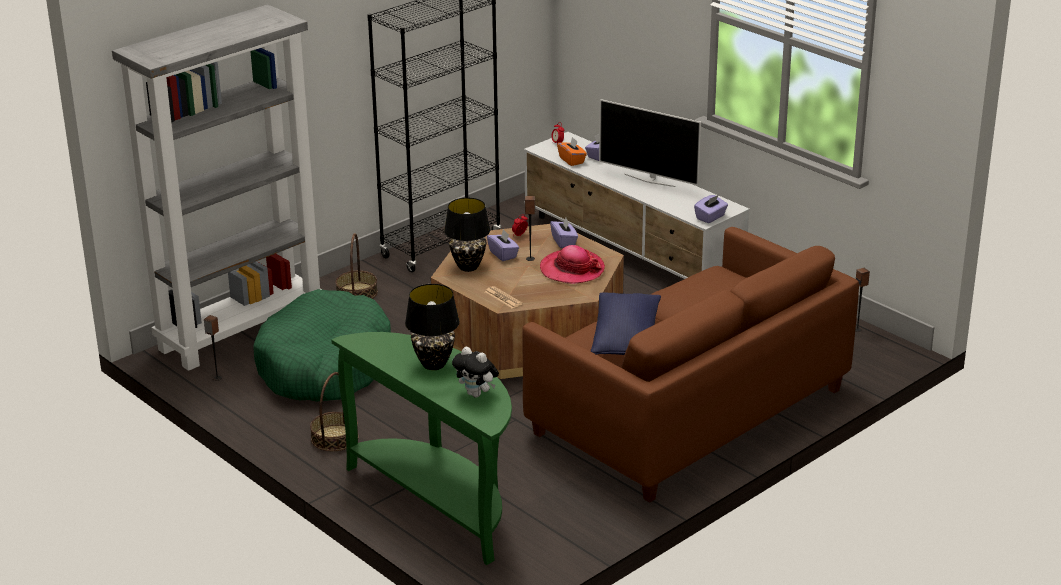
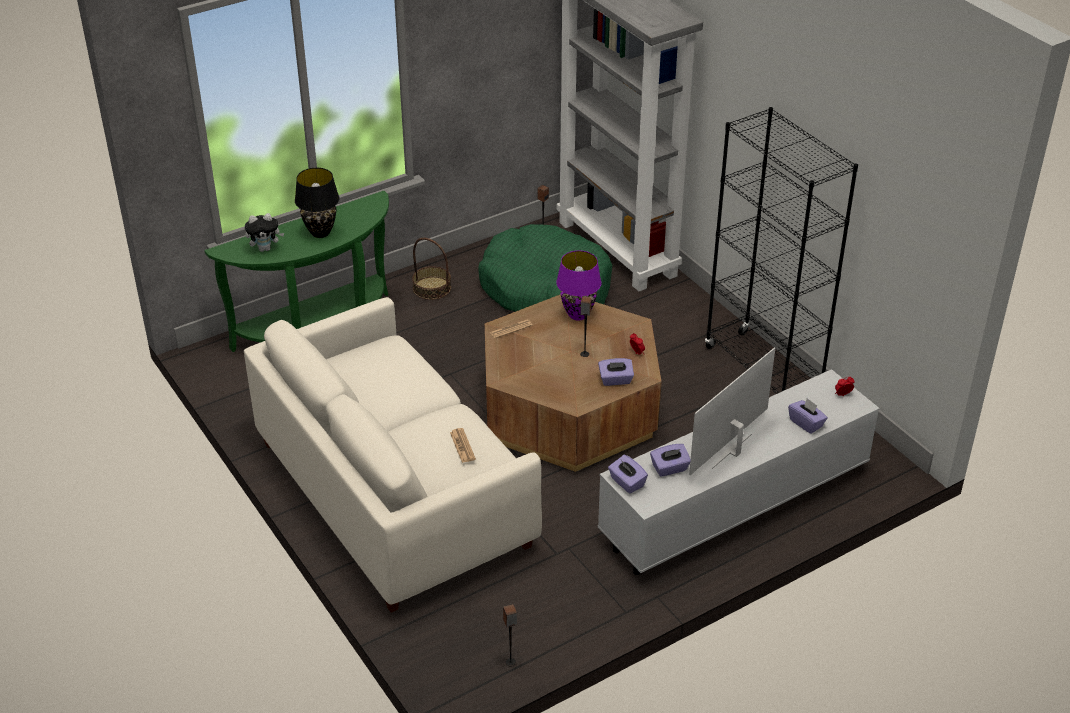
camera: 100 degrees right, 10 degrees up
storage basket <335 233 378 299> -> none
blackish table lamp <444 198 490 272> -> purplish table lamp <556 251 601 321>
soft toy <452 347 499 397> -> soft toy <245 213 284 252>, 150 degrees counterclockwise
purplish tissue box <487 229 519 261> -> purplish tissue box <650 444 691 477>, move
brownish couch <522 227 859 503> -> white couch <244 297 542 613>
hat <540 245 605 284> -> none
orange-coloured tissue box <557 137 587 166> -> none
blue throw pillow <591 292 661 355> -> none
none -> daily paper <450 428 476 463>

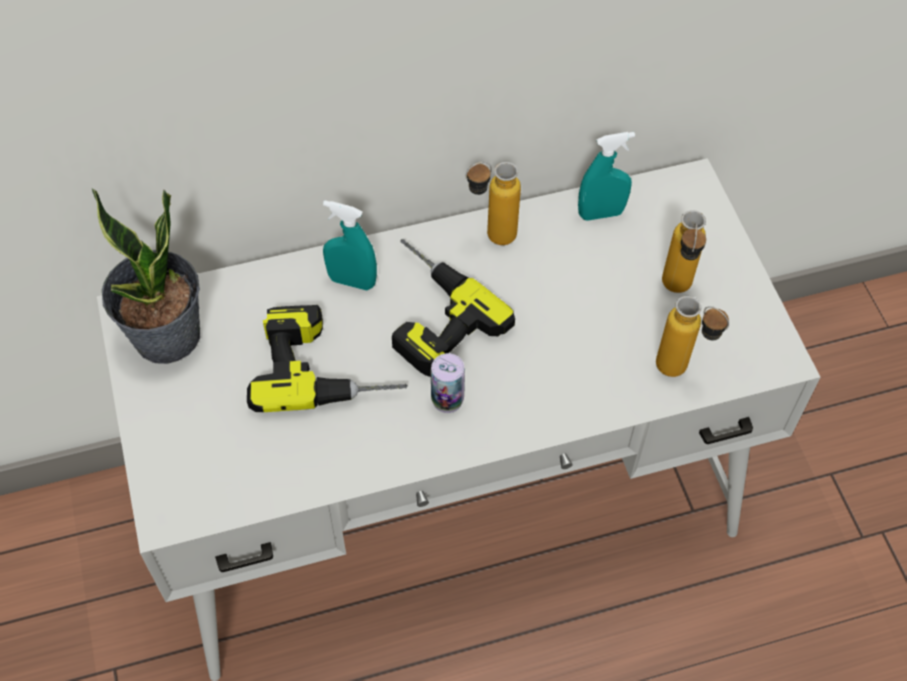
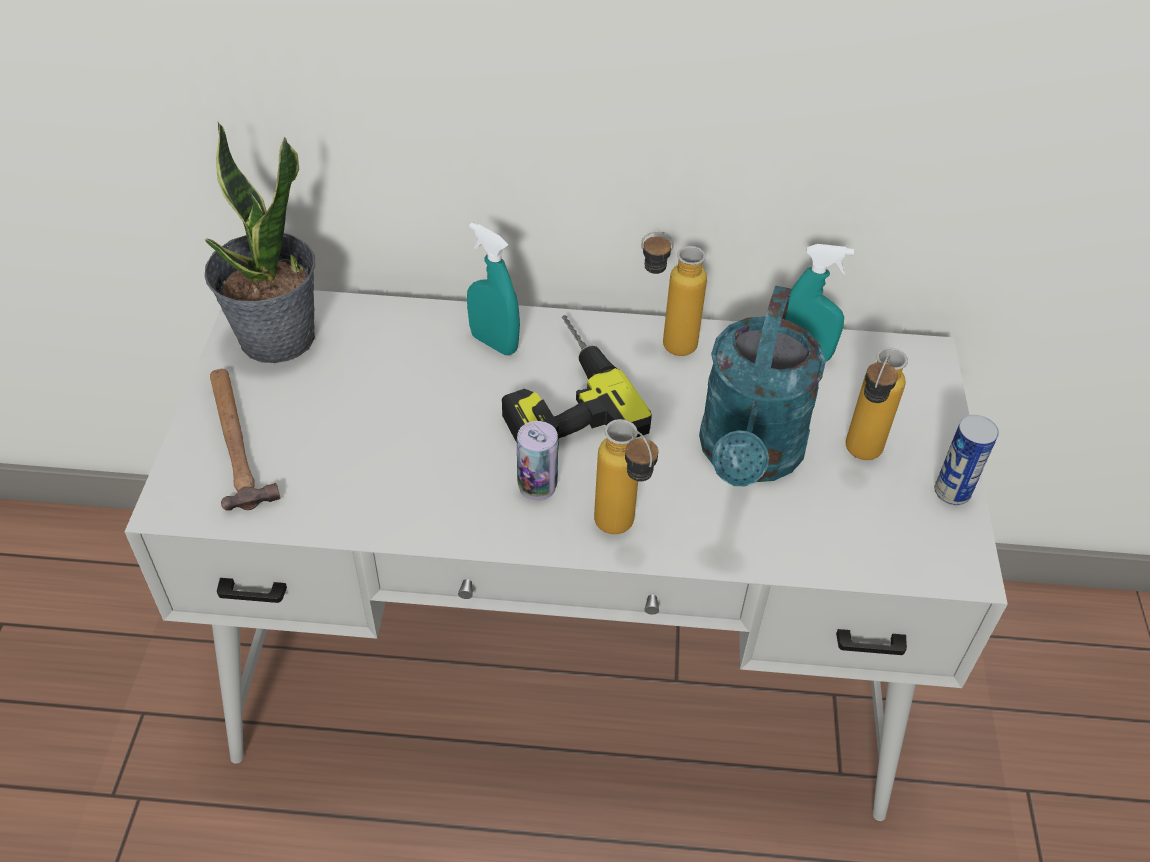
camera: 20 degrees right, 10 degrees down
electric drill <247 305 408 412> -> none
bottle <656 296 729 377> -> bottle <594 419 658 534>, move
none -> hammer <210 369 281 511>
none -> turquoise-coloured sprinkling can <699 286 825 486>
none -> metal can <934 415 999 505>

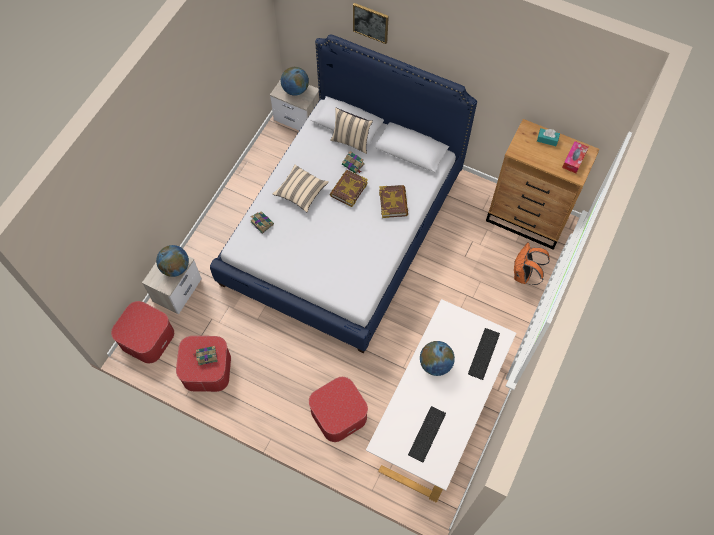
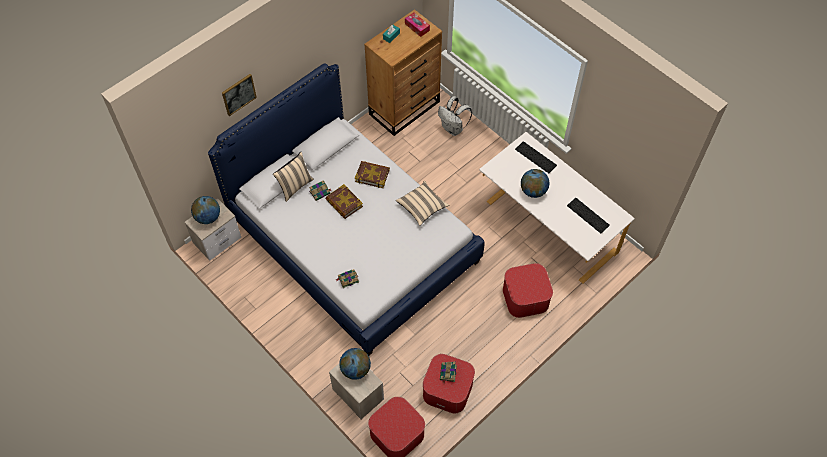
camera: 70 degrees left, 5 degrees down
beige-coloured throw pillow <272 165 329 212> -> beige-coloured throw pillow <396 181 449 226>, move
orange-coloured rucksack <514 243 550 285> -> white rucksack <438 96 472 136>

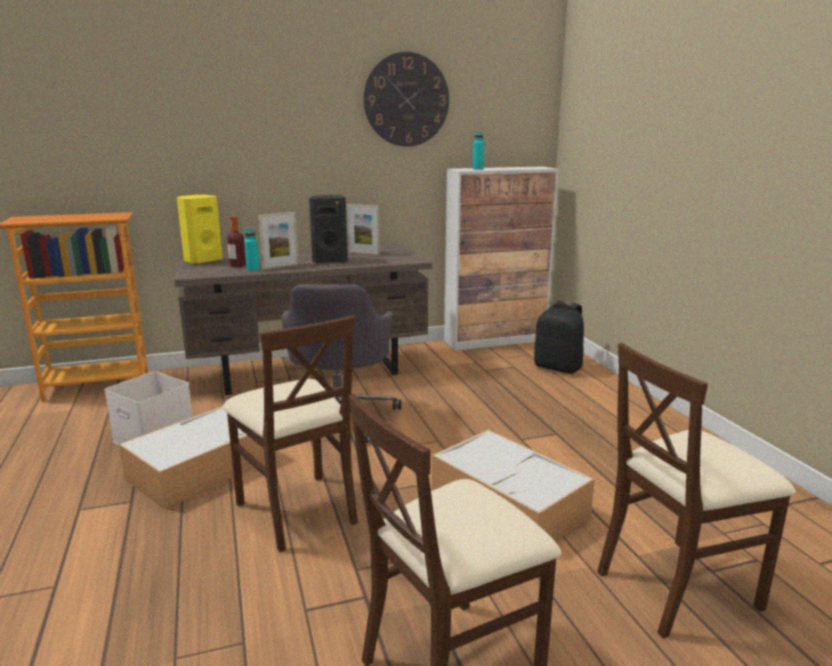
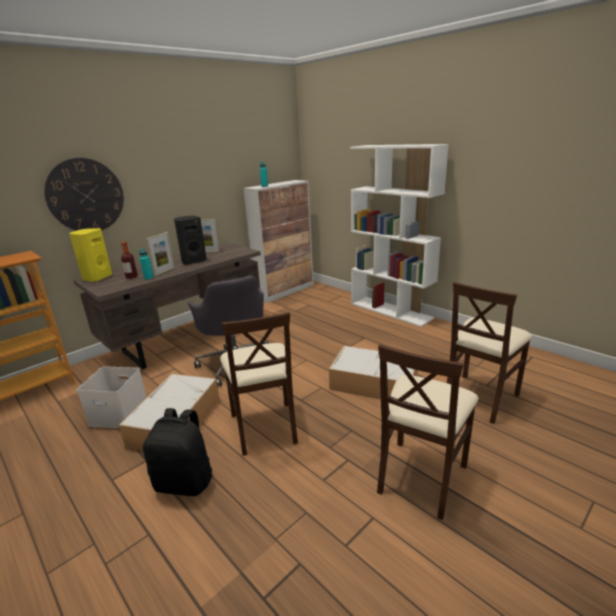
camera: 25 degrees left, 5 degrees up
beige-coloured chair <223 315 358 552> -> beige-coloured chair <220 312 298 456>, 45 degrees clockwise
clock on the wall <363 52 449 147> -> clock on the wall <44 158 124 231>, move
blackish rucksack <534 301 584 374> -> blackish rucksack <143 408 212 496>, move
none -> white bookshelf <350 144 449 327>

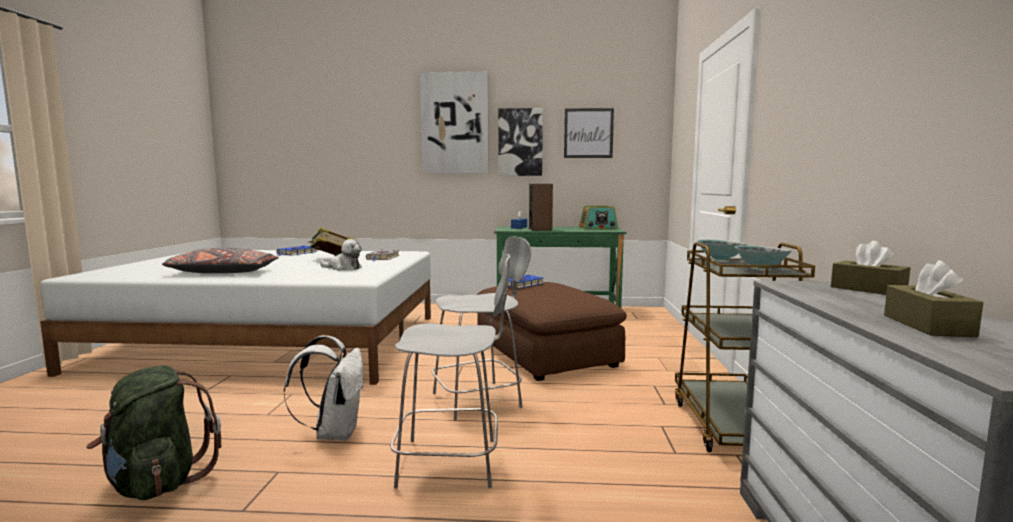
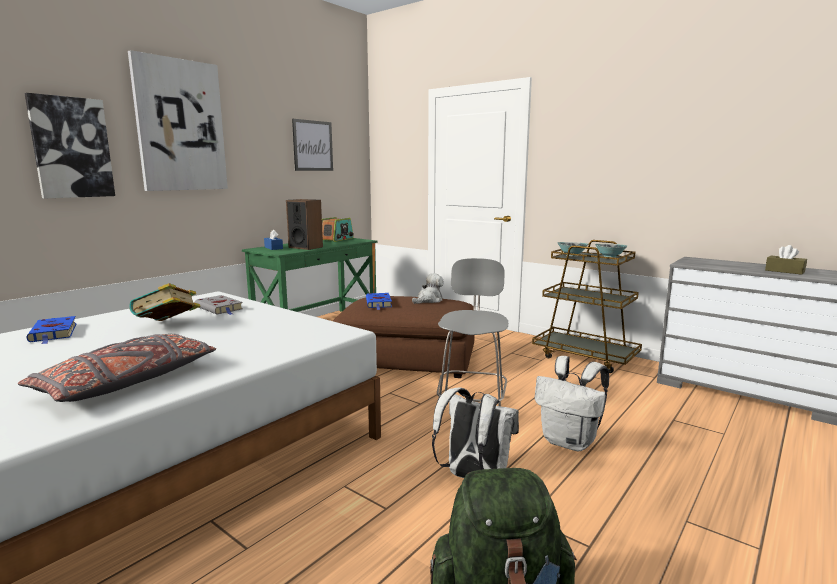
camera: 55 degrees left, 5 degrees up
soft toy <320 239 362 271> -> soft toy <412 273 444 304>, move
grey chair <390 254 510 489> -> white rucksack <534 356 609 451>
wall art <498 108 543 176> -> wall art <25 93 115 199>, move
brownish tissue box <831 241 910 295> -> none

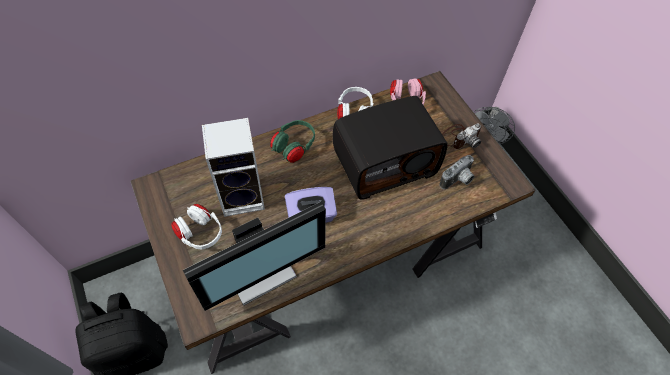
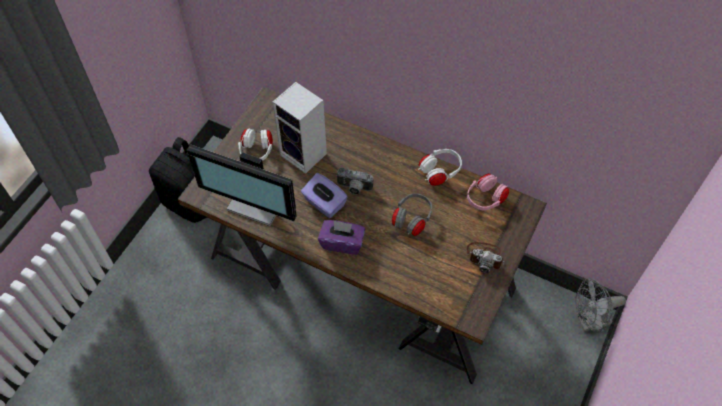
camera: 55 degrees right, 0 degrees up
green headphones <270 120 315 163> -> none
radio set <332 96 448 200> -> grey headphones <392 193 432 236>
still camera <439 155 475 189> -> still camera <336 168 373 195>, move
none -> purplish tissue box <318 220 365 255>

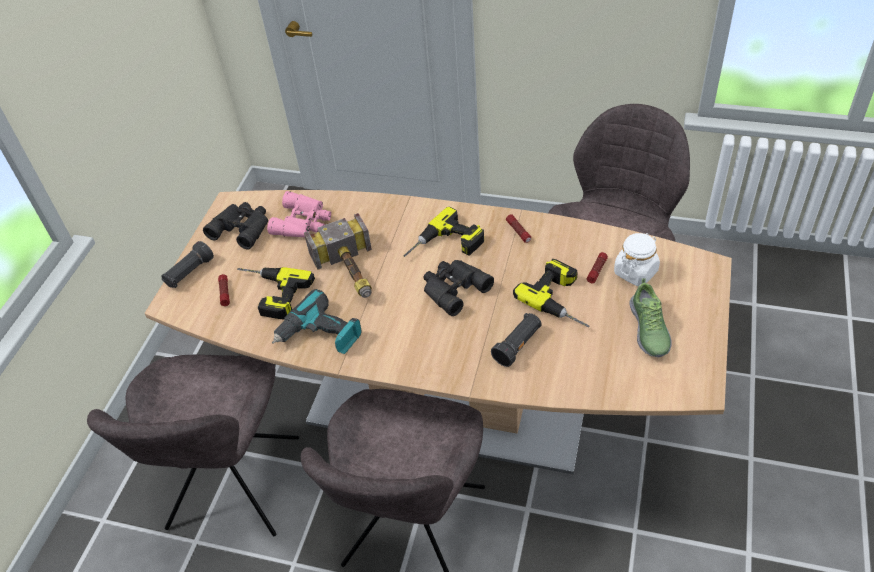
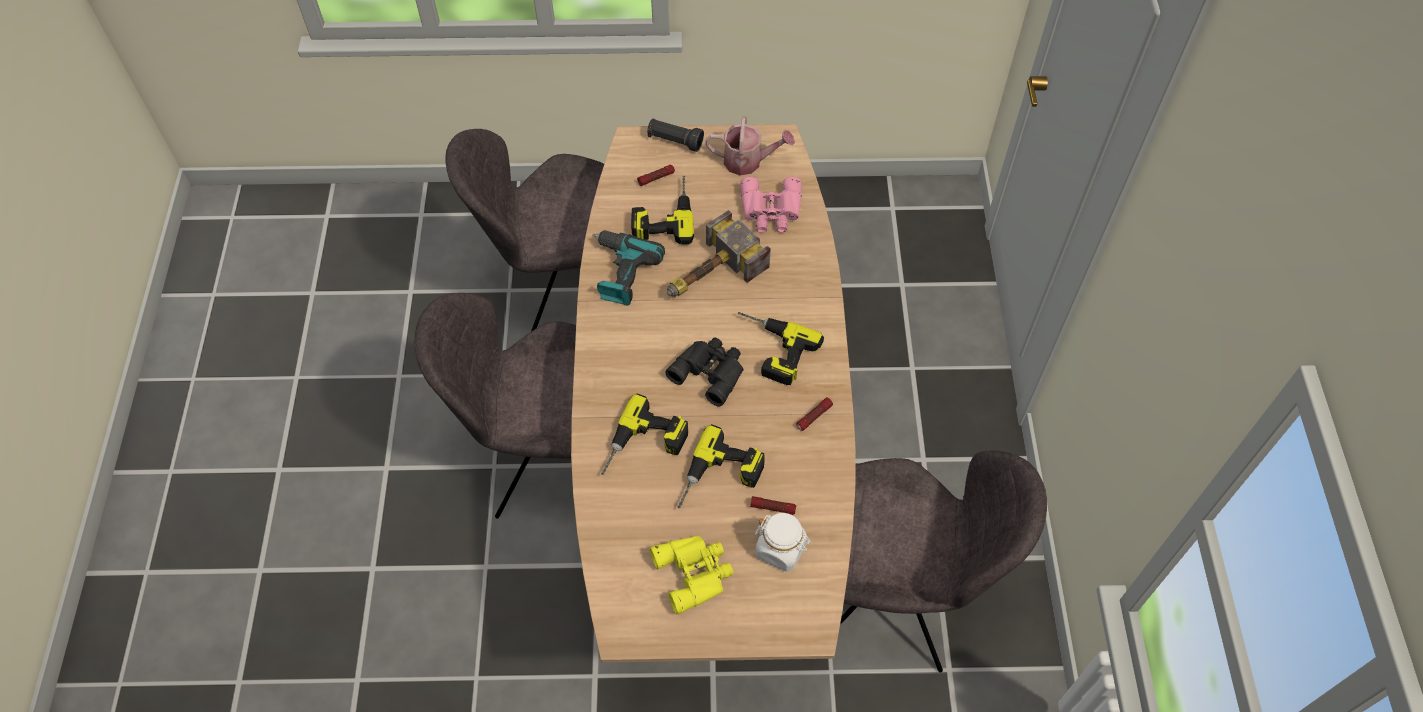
camera: 70 degrees right, 10 degrees up
blackish field glasses <203 202 268 250> -> sprinkling can <705 116 795 176>
blackish flashlight <491 313 542 367> -> electric drill <601 393 688 475>
low shoe <629 278 671 357> -> yellow field glasses <650 535 733 614>

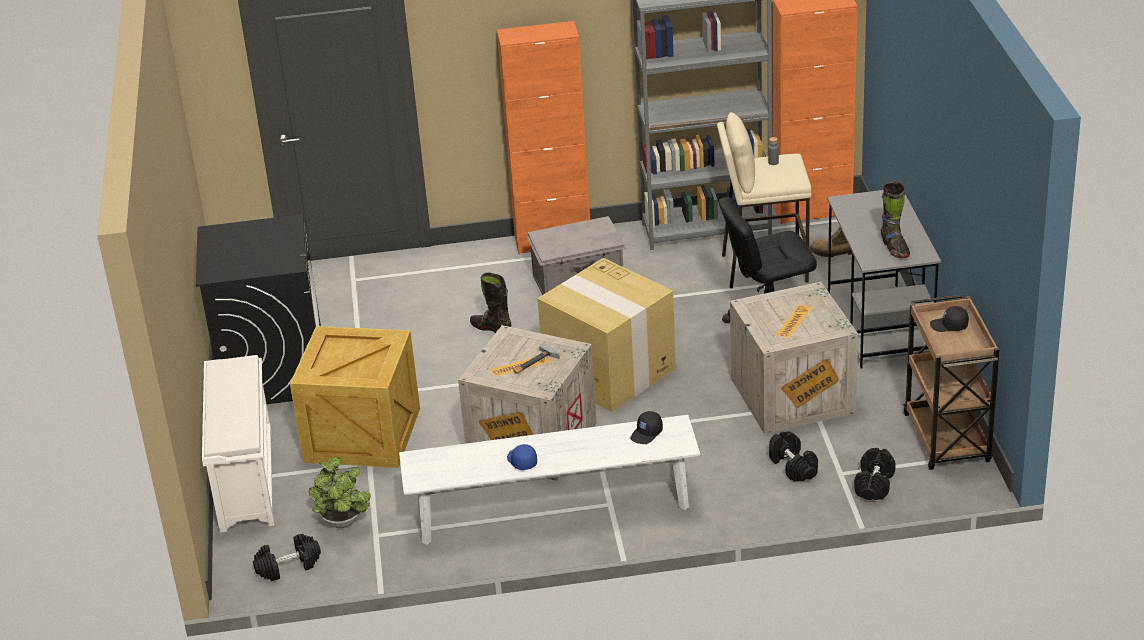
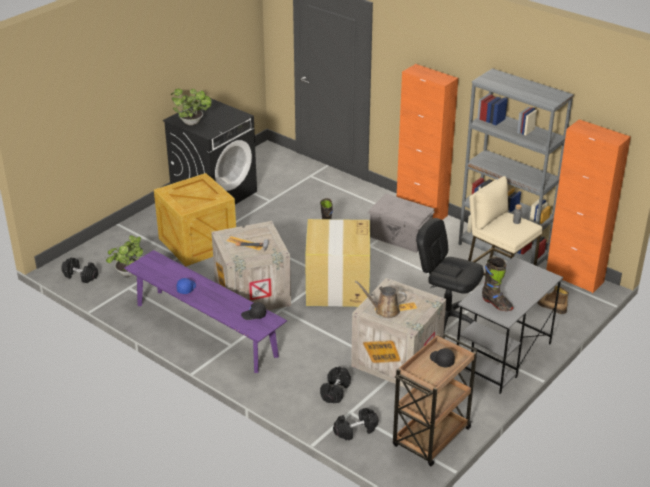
camera: 45 degrees right, 0 degrees up
white shoe shelf <202 355 274 533> -> none
white long seat <399 415 700 545> -> purplish long seat <124 250 287 373>
blackish boot <881 182 910 258> -> blackish boot <482 257 514 311>, 75 degrees counterclockwise
none -> plant in a pot <171 89 212 125>
none -> brownish sprinkling can <355 281 407 318>

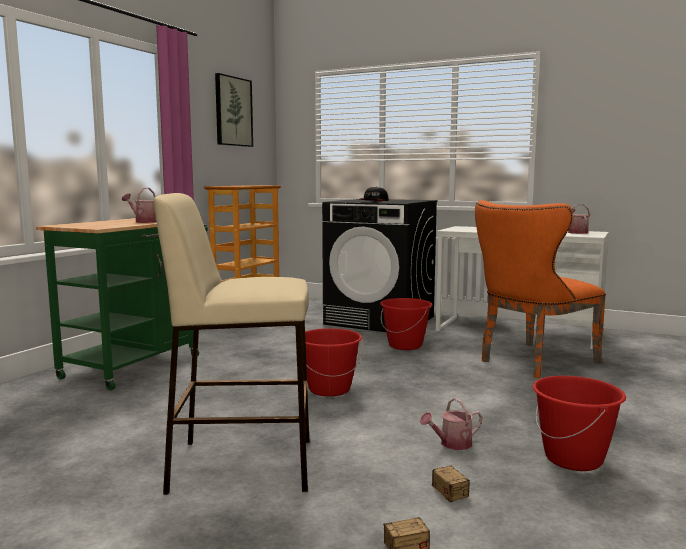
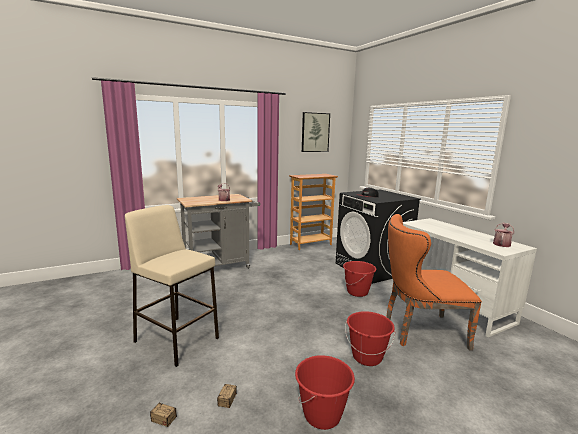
camera: 35 degrees right, 5 degrees up
green trolley <36 218 208 391> -> grey trolley <177 194 260 278>
red-coloured pail <305 328 364 397> -> red-coloured pail <345 311 395 366>, move
sprinkling can <420 398 482 450> -> none

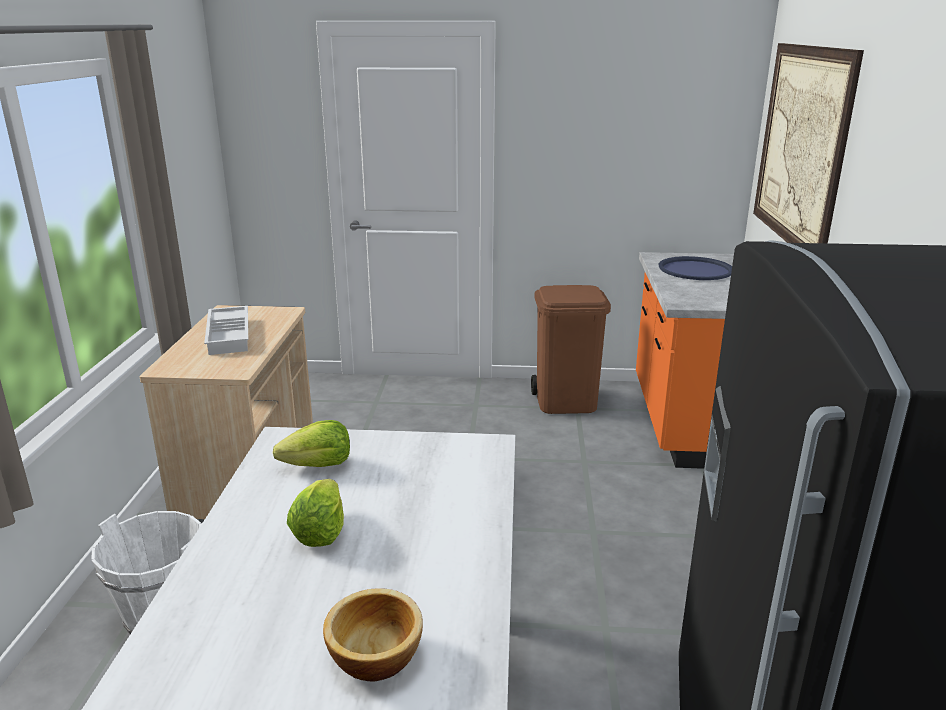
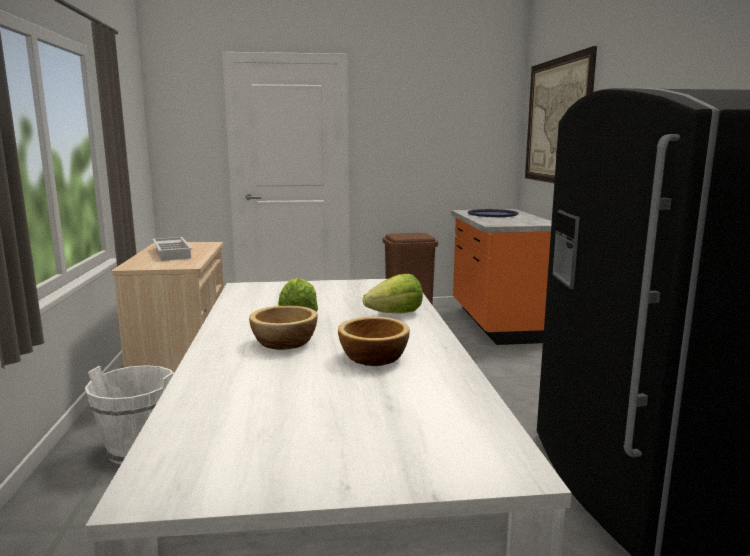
camera: 10 degrees left, 10 degrees down
lettuce head <273 420 350 467> -> lettuce head <363 274 423 314>, move
none -> deep dish <249 305 318 350>

